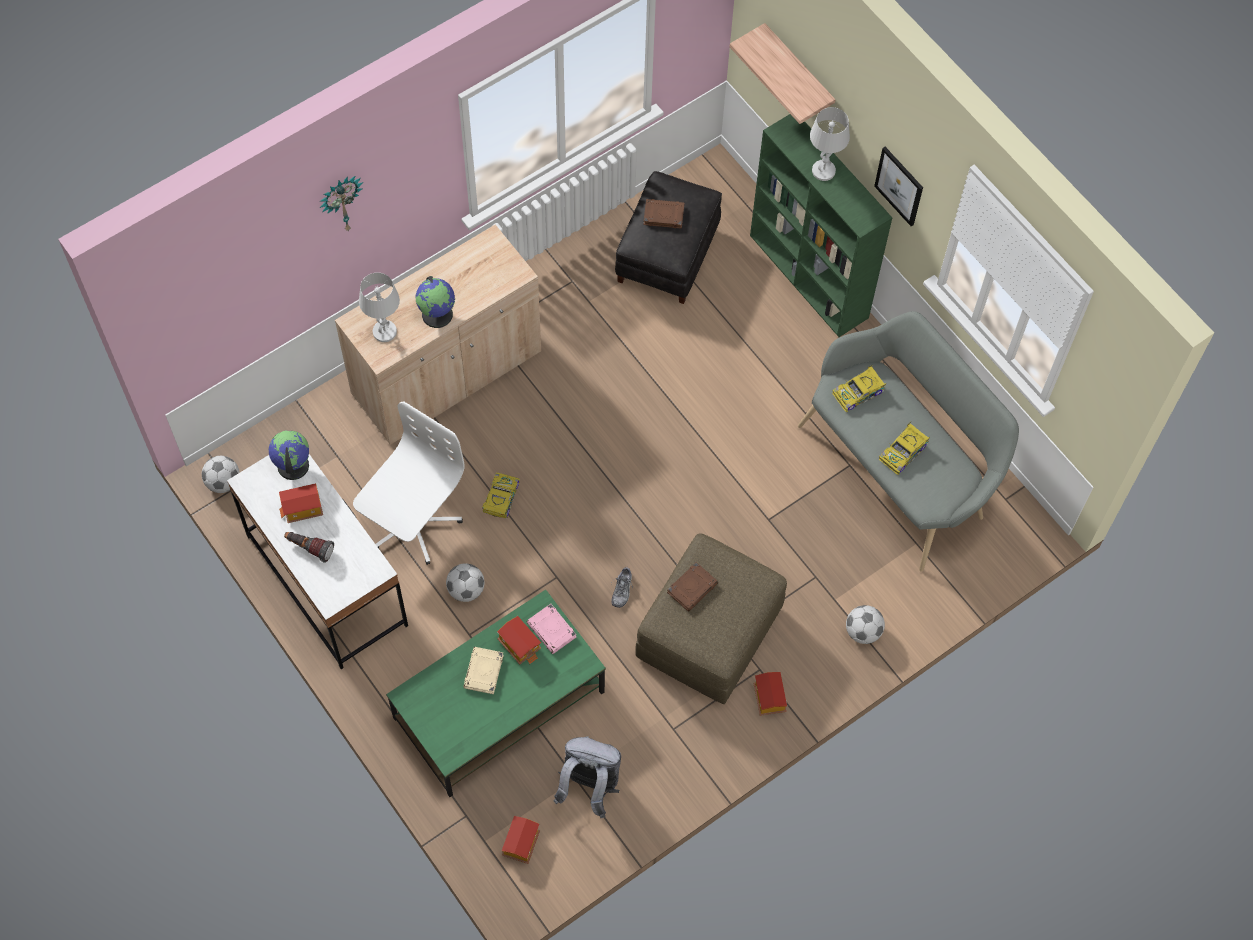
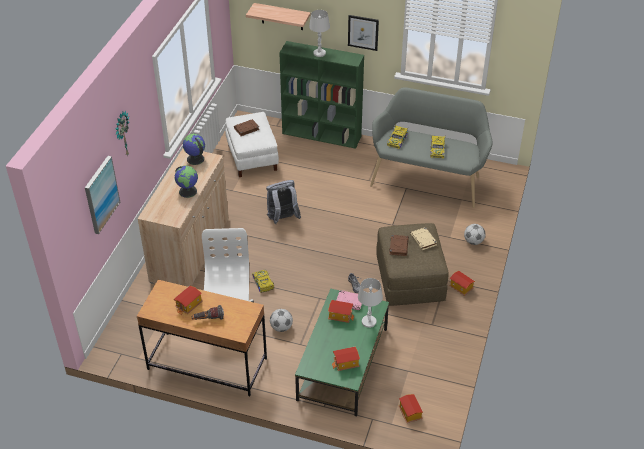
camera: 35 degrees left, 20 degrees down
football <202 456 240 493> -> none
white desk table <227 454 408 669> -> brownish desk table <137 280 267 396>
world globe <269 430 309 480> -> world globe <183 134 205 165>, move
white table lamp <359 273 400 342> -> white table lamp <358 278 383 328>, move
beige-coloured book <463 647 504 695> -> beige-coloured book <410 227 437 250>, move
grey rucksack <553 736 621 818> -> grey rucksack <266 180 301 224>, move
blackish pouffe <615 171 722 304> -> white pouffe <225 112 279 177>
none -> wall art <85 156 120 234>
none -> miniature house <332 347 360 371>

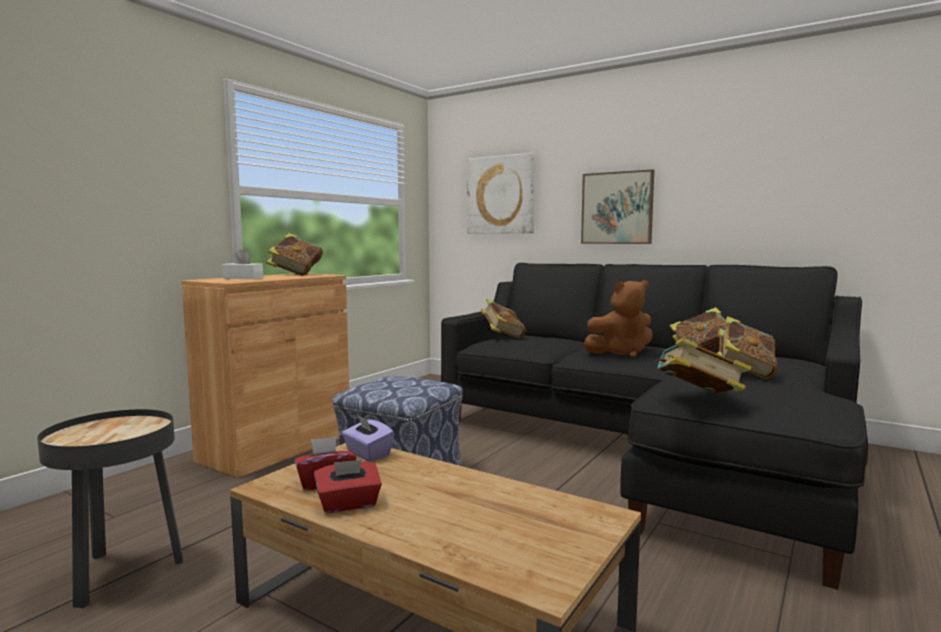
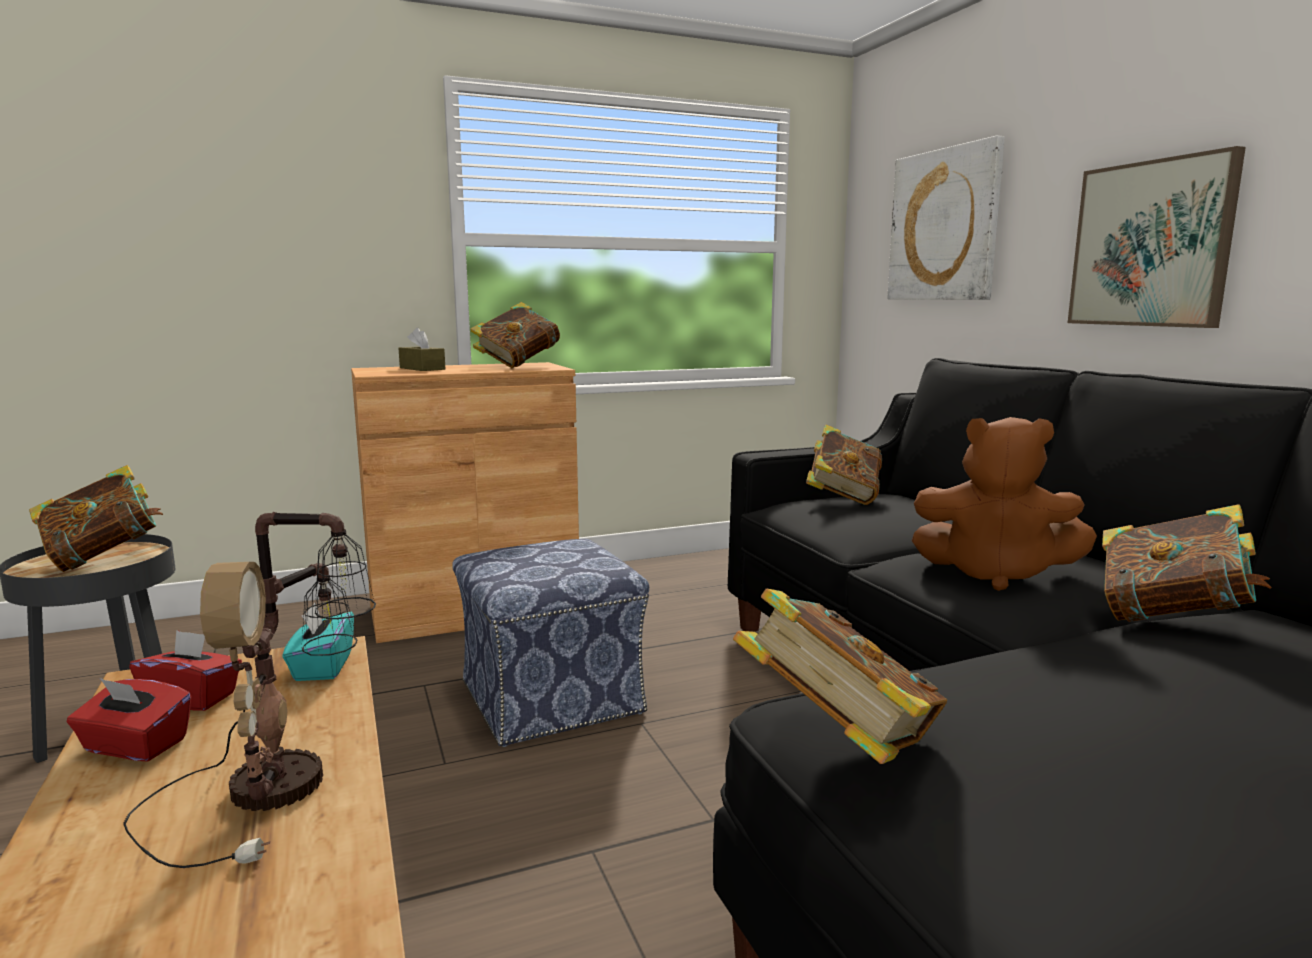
camera: 35 degrees right, 5 degrees up
white tissue box <223 250 263 279> -> brownish tissue box <398 328 446 371>
purplish tissue box <342 415 394 462> -> turquoise-coloured tissue box <282 603 354 681>
book <717 316 778 379> -> book <29 465 163 572>, move
none -> table lamp <123 512 376 868>

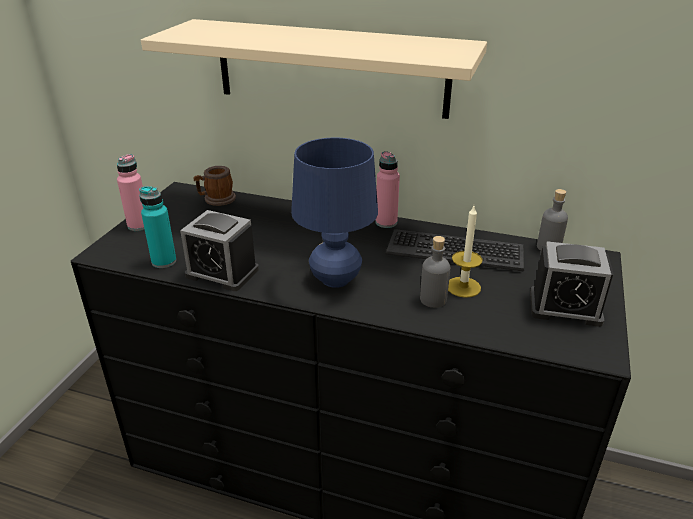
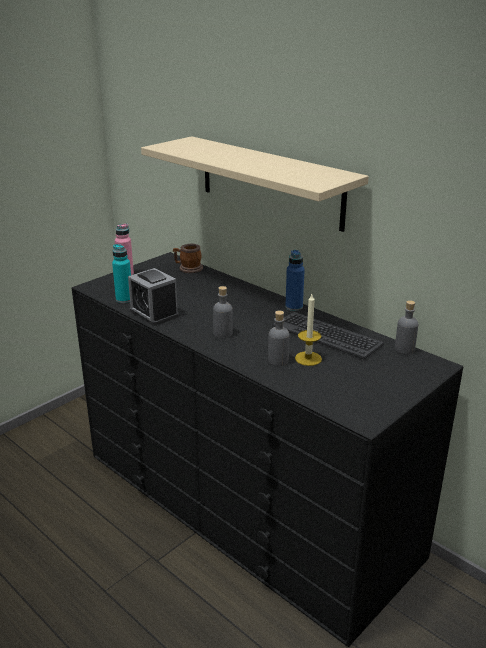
camera: 25 degrees right, 5 degrees down
blue table lamp <291 138 378 288> -> grey bottle <213 286 233 338>
pinkish bottle <376 151 400 228> -> blue bottle <285 250 305 311>
bedside clock <530 241 613 327> -> none

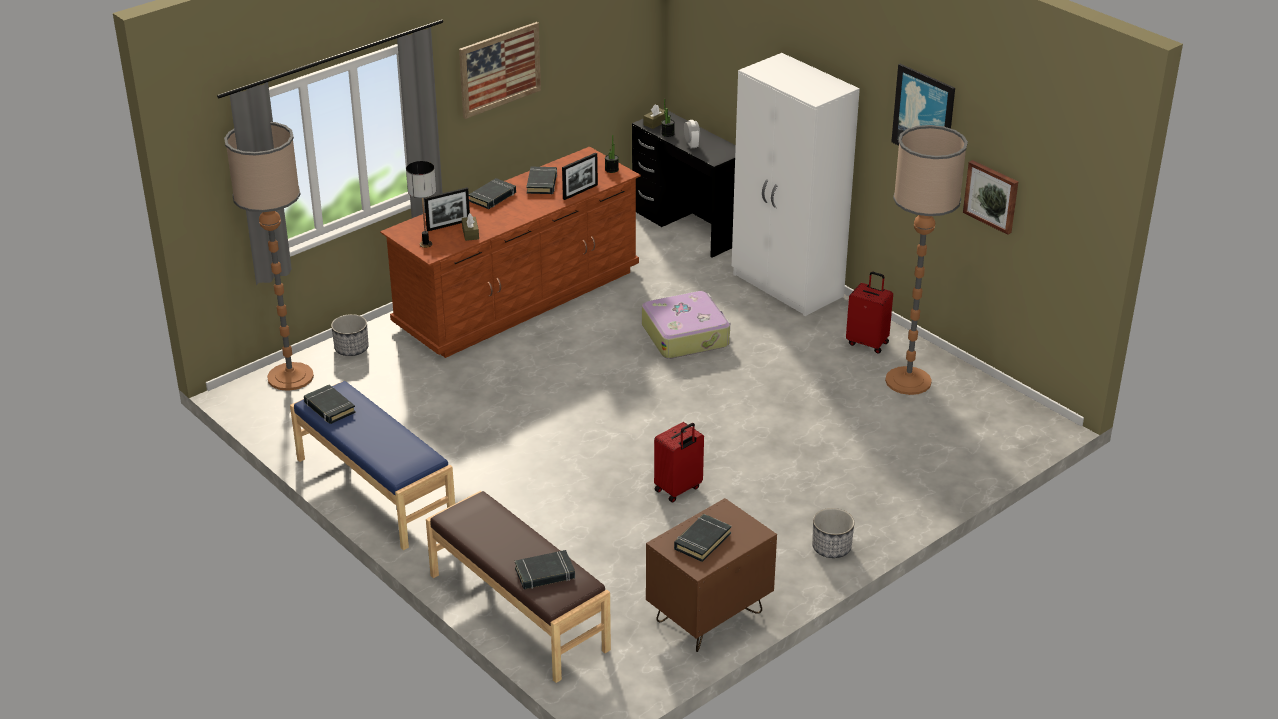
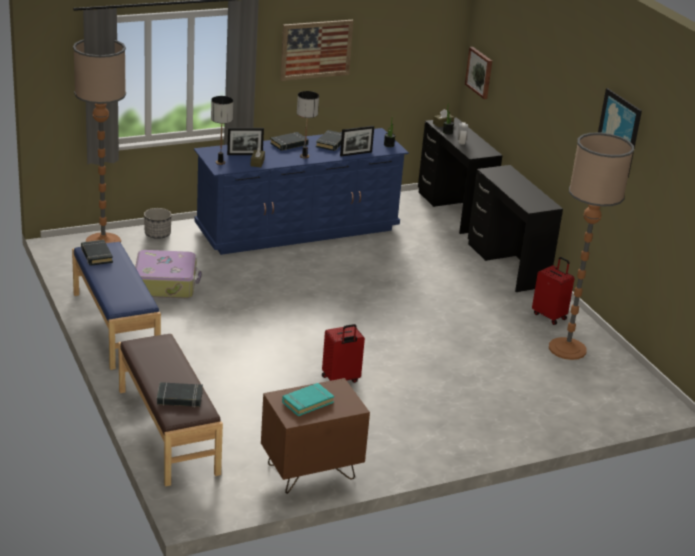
camera: 15 degrees right, 5 degrees down
brownish drawer chest <380 147 641 358> -> blue drawer chest <194 128 409 255>
travel case <642 291 730 359> -> travel case <135 250 202 298>, move
blackish book <674 514 732 562> -> turquoise-coloured book <282 383 334 416>
white armoire <732 53 860 316> -> blackish desk table <468 165 563 292>
flower pot <812 508 855 558> -> none
wall art <963 160 1018 235> -> wall art <465 47 492 99>, move
none -> table lamp <297 91 319 158>

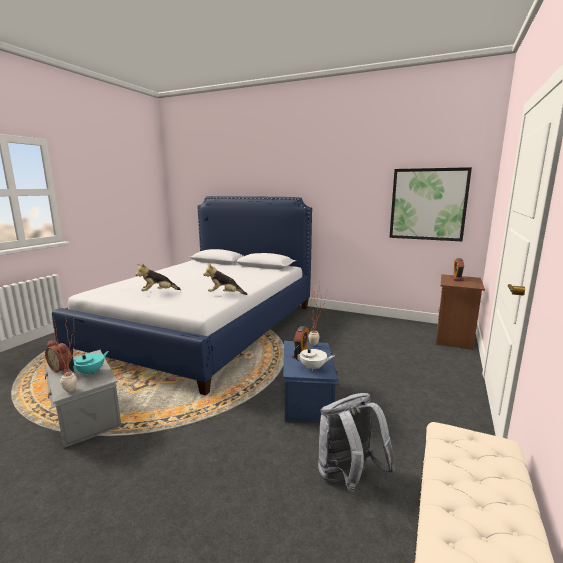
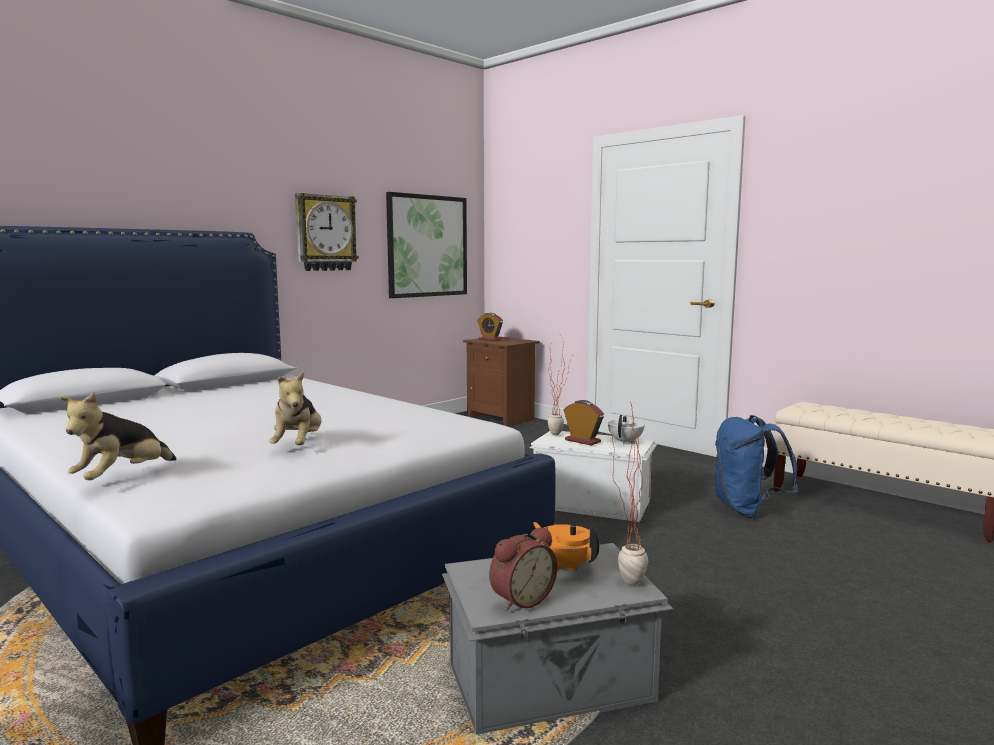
camera: 70 degrees left, 5 degrees down
turquoise-coloured teapot <69 351 109 376> -> orange-coloured teapot <533 522 599 572>
soft toy <203 264 248 295> -> soft toy <60 392 176 480>, move
blue storage bin <283 341 339 422> -> white storage bin <530 431 657 522>
grey rucksack <318 393 395 492> -> blue rucksack <714 415 799 518>
none -> clock on the wall <295 193 359 271>

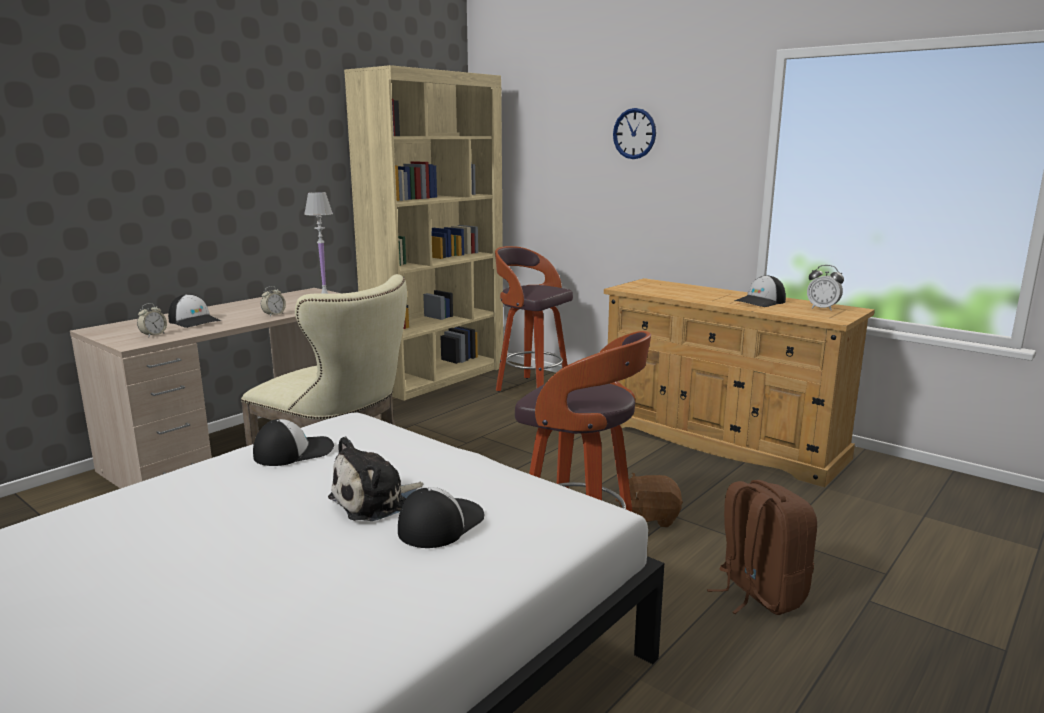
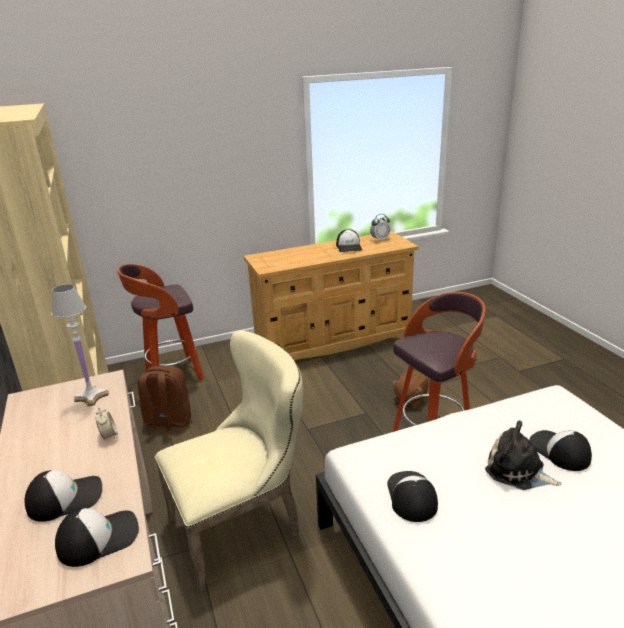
camera: 60 degrees left, 10 degrees up
bedside clock <137 303 167 338> -> cap <55 508 139 567>
soft toy <328 436 423 521> -> soft toy <485 420 562 490>, 135 degrees clockwise
clock on the wall <613 108 656 159> -> none
brownish rucksack <707 480 817 615> -> brownish rucksack <138 366 191 439>, move

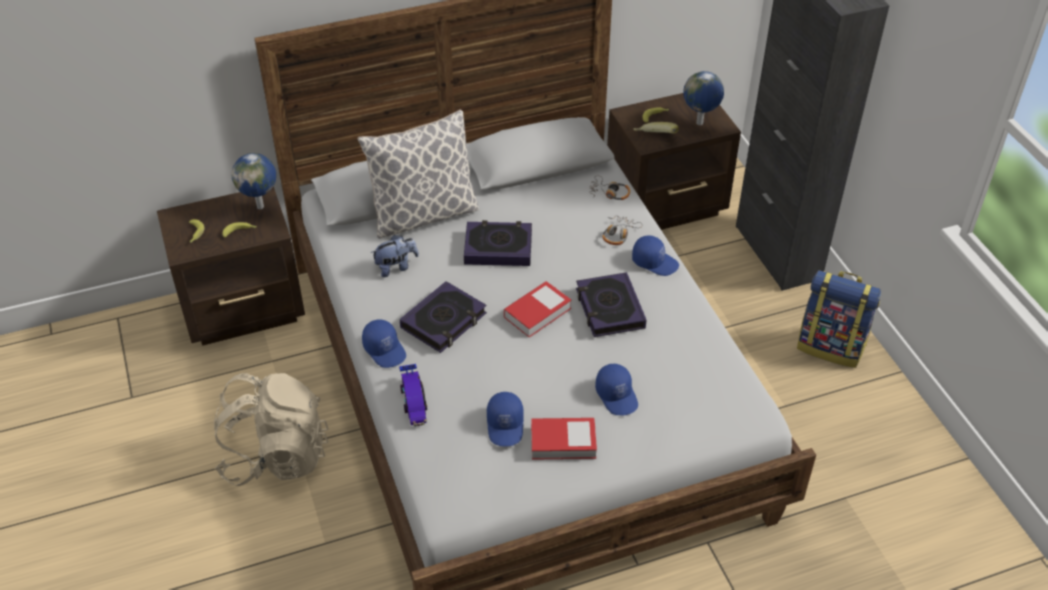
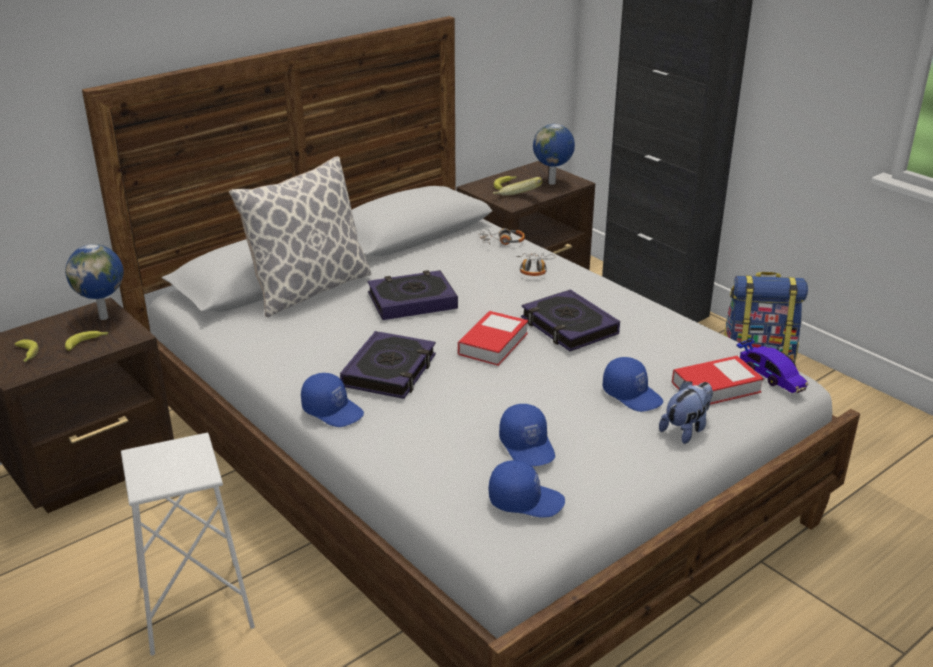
camera: 20 degrees left, 15 degrees down
beige-coloured rucksack <214 373 329 486> -> white stool seat <121 433 255 656>
soft toy <371 234 419 277> -> soft toy <659 381 713 444>, move
miniature car <399 364 427 427> -> miniature car <737 339 808 393>, move
book <531 418 597 460> -> book <672 356 764 405>, move
blue cap <632 236 679 276> -> blue cap <489 460 565 518>, move

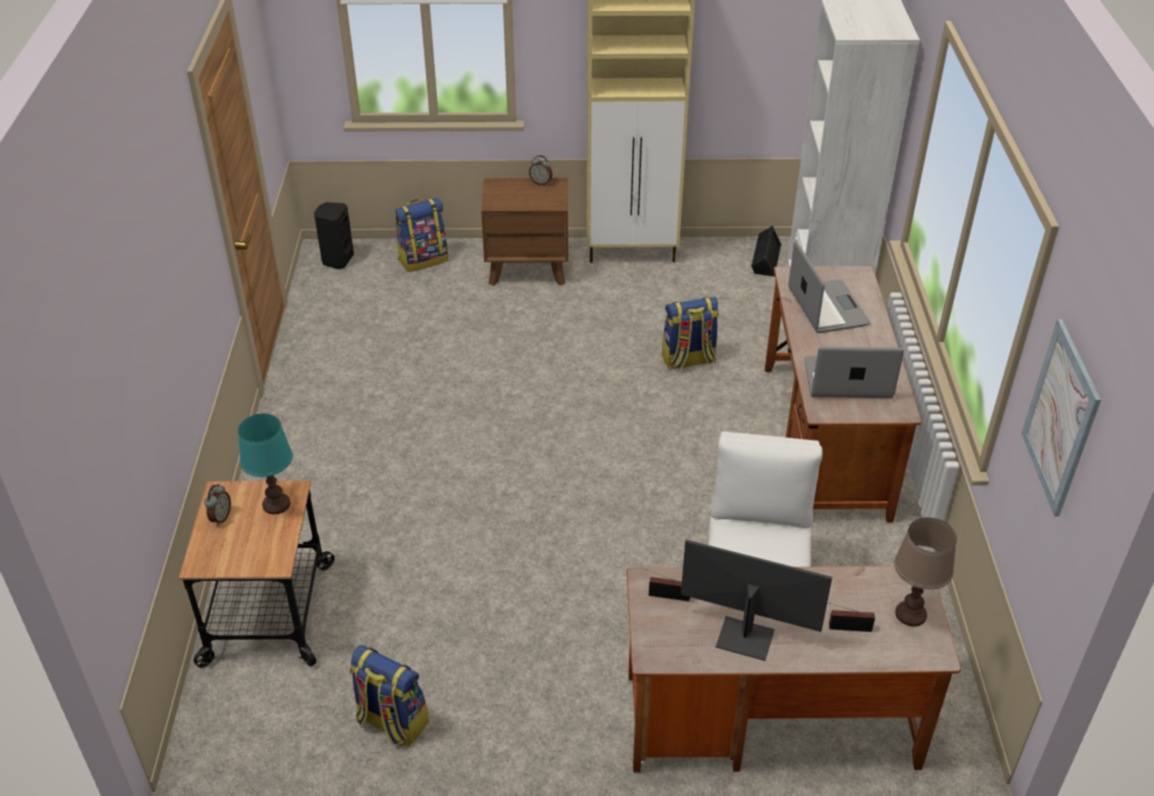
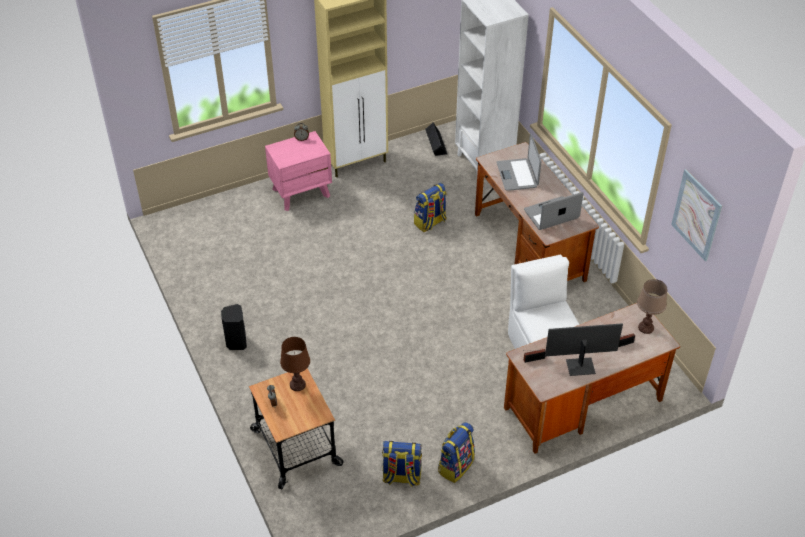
camera: 25 degrees left, 5 degrees up
turquoise-coloured table lamp <238 414 293 514> -> brownish table lamp <280 337 310 391>
blackish loudspeaker <314 202 354 269> -> blackish loudspeaker <221 304 247 350>, move
rucksack <395 197 448 272> -> rucksack <438 422 475 483>, move
brownish night table <481 178 568 286> -> pinkish night table <265 131 332 211>
notebook computer <788 241 870 333> -> notebook computer <496 134 541 190>, 150 degrees counterclockwise

